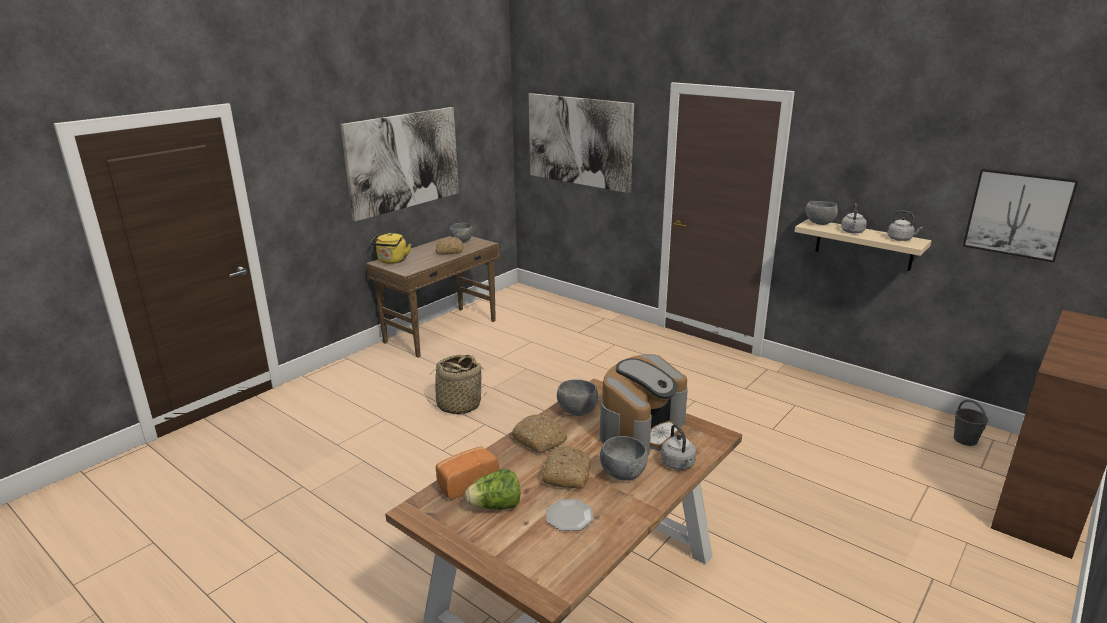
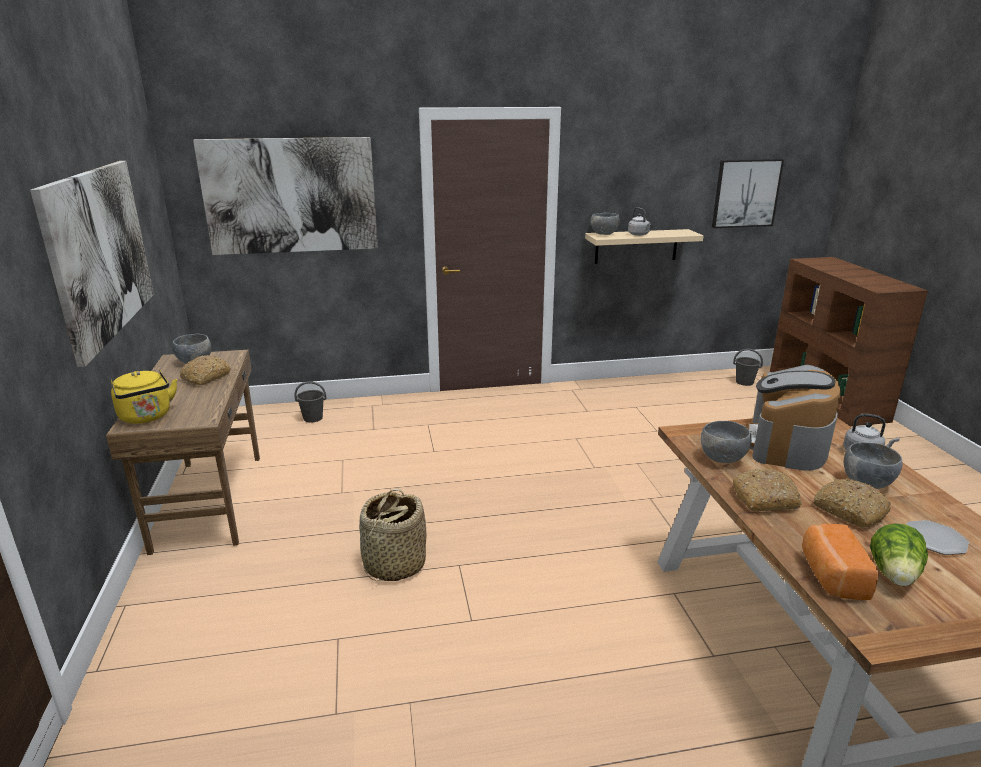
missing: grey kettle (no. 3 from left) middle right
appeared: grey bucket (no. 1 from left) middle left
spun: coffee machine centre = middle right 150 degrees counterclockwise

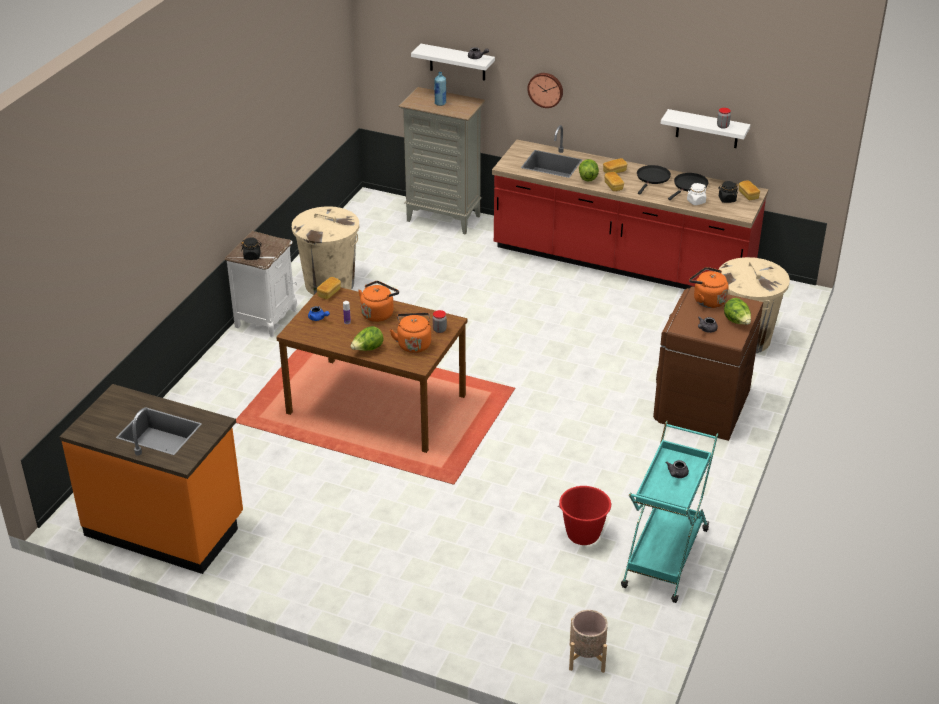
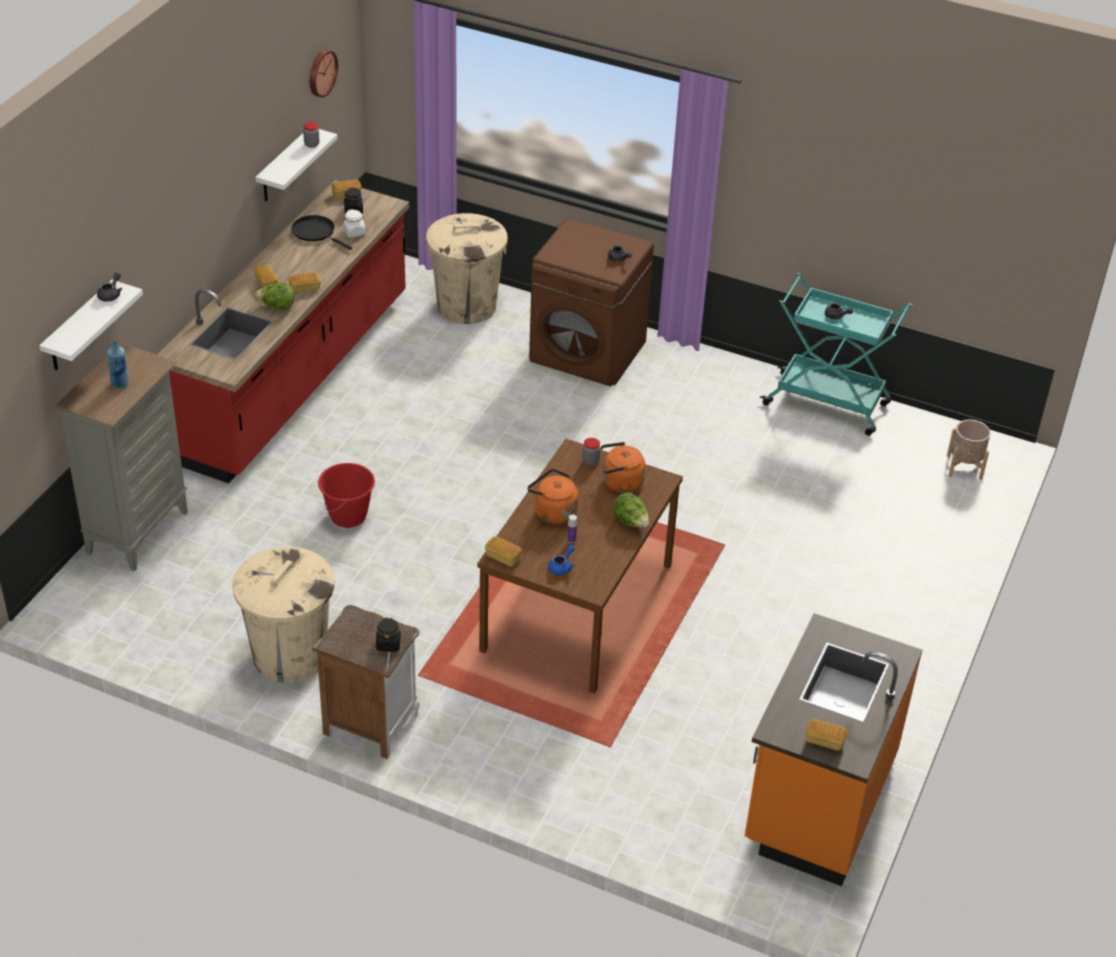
missing: black frying pan (no. 1 from left) top right; orange kettle (no. 3 from left) middle right; lettuce (no. 3 from left) middle right
appeared: bread (no. 5 from left) bottom right
relocated: wall clock top centre to top left; red bucket bottom centre to middle left

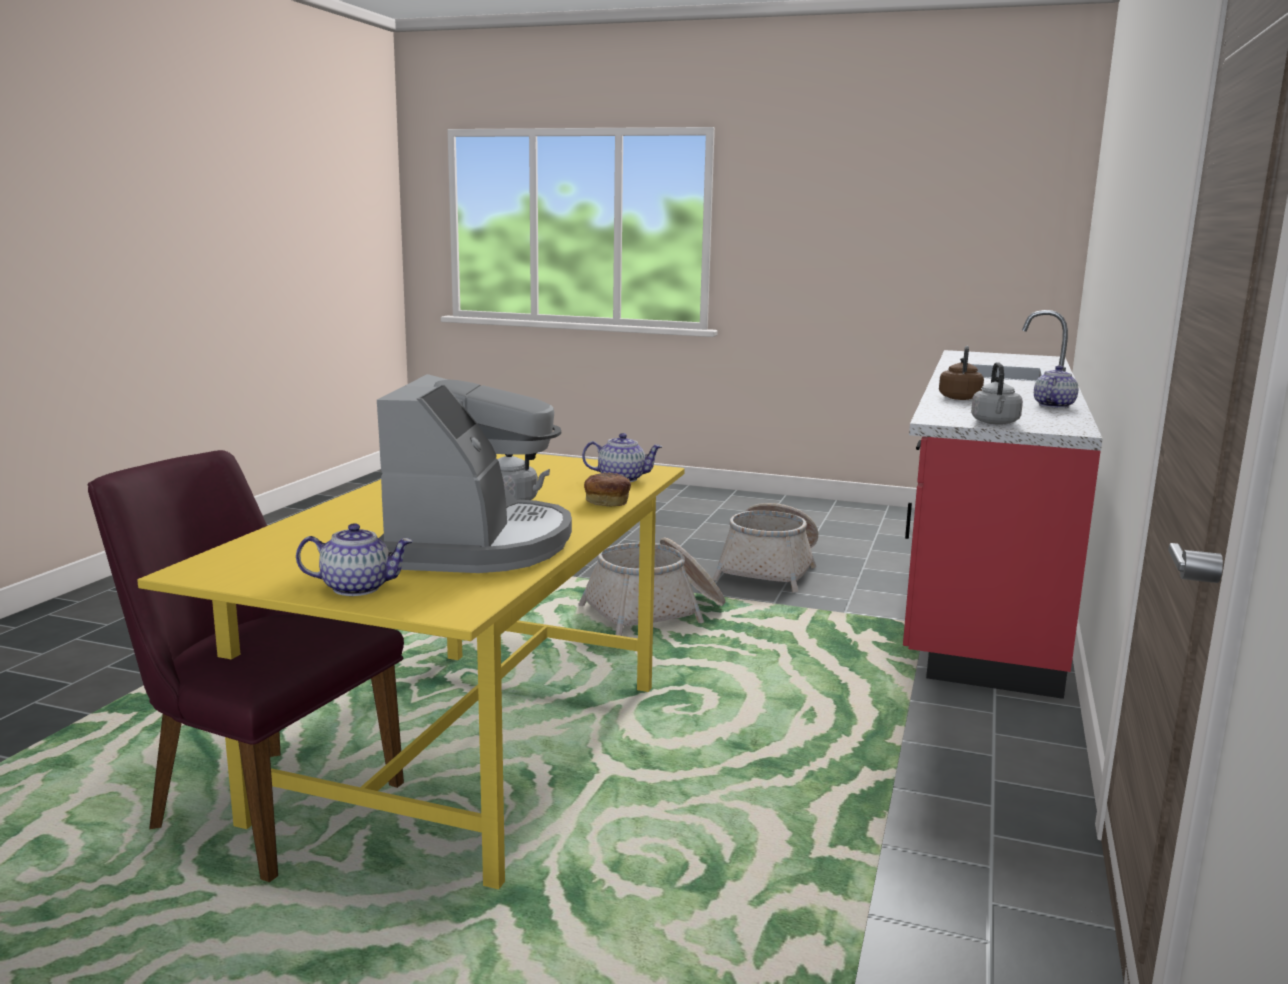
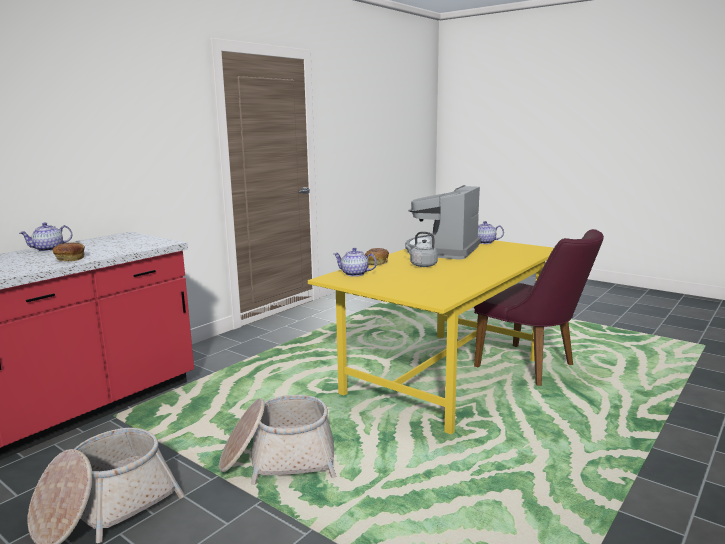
missing: grey kettle (no. 2 from left) middle right
exchanged: brown kettle middle right to bread (no. 1 from left) middle left

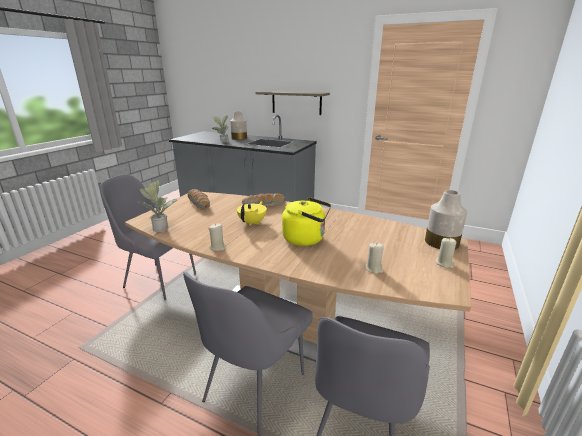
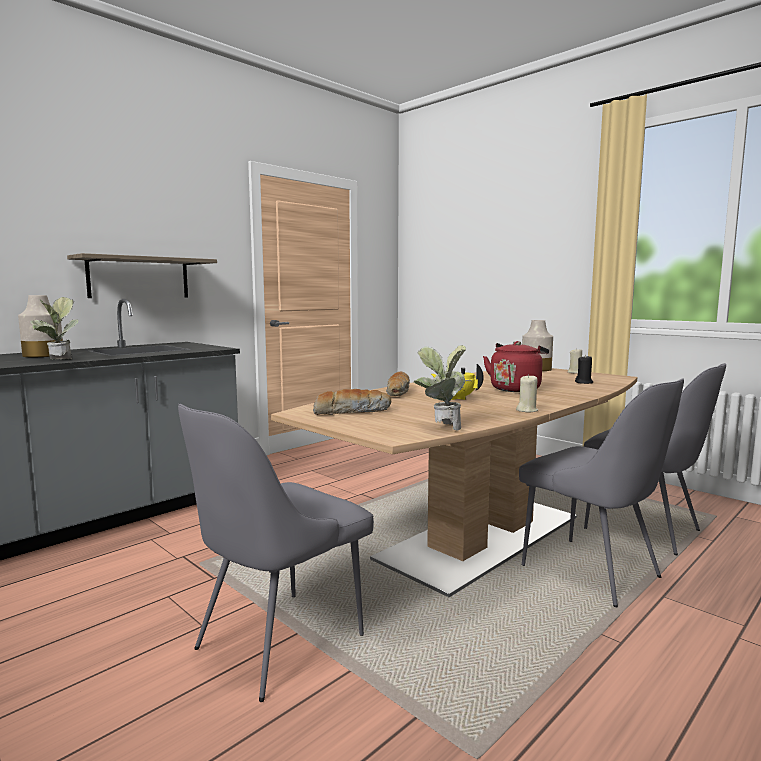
colour: yellow kettle centre to red kettle middle right; beige candle (no. 2 from left) centre to black candle middle right

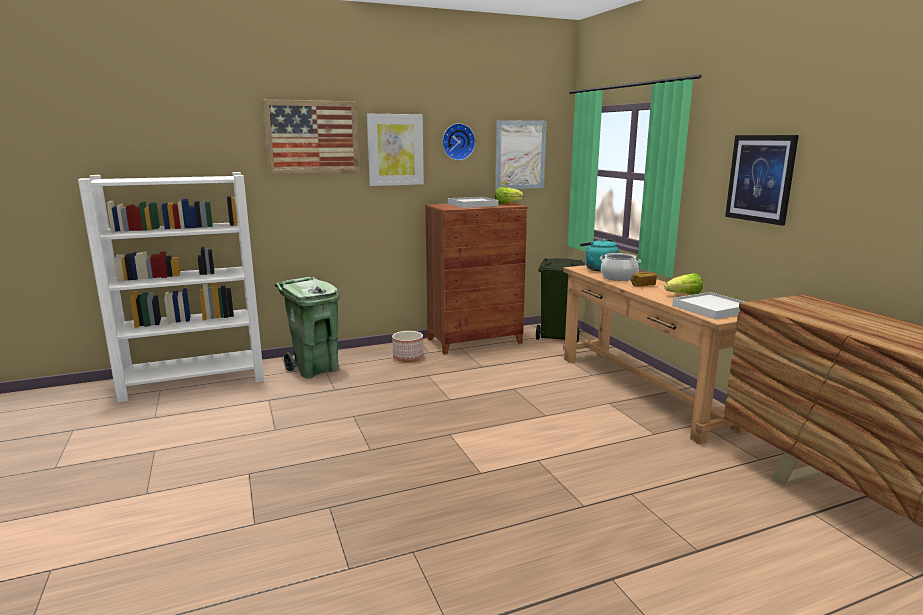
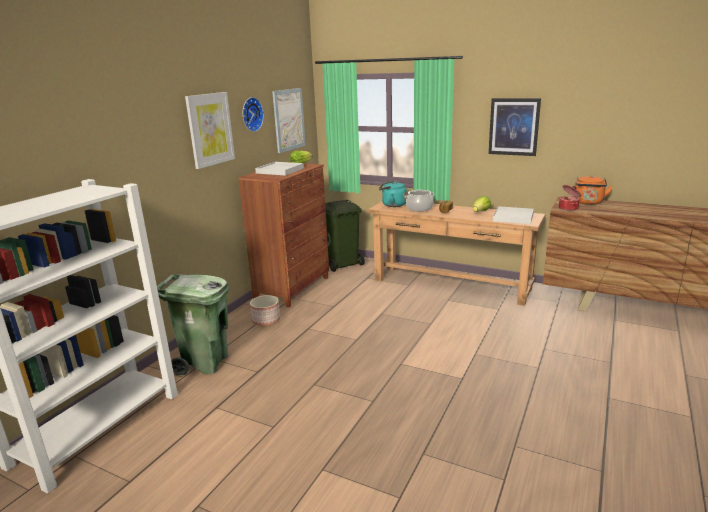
missing: picture (no. 1 from left) top centre
appeared: orange kettle middle right; cooking pot (no. 2 from left) middle right

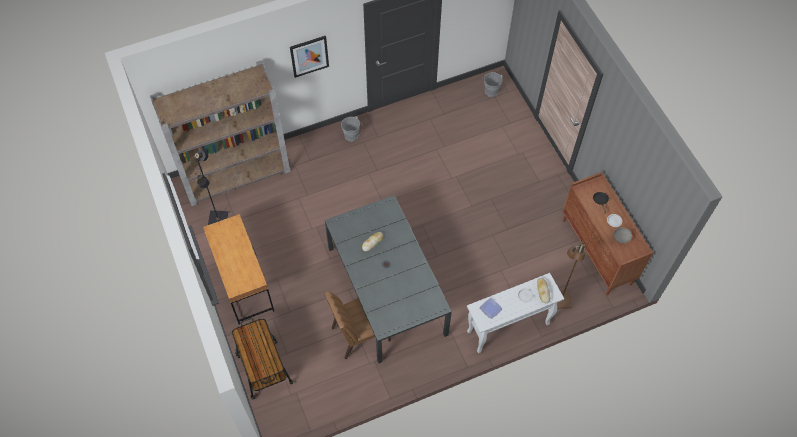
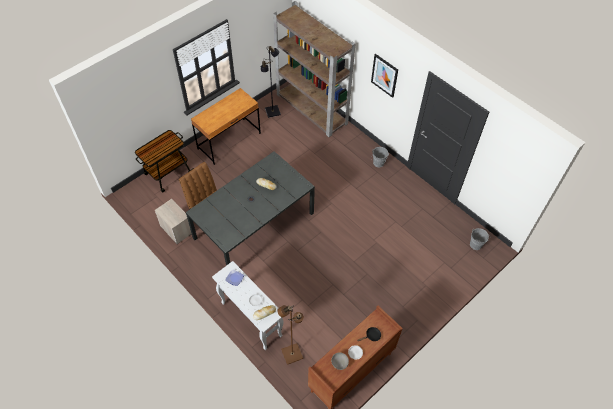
appeared: nightstand middle left

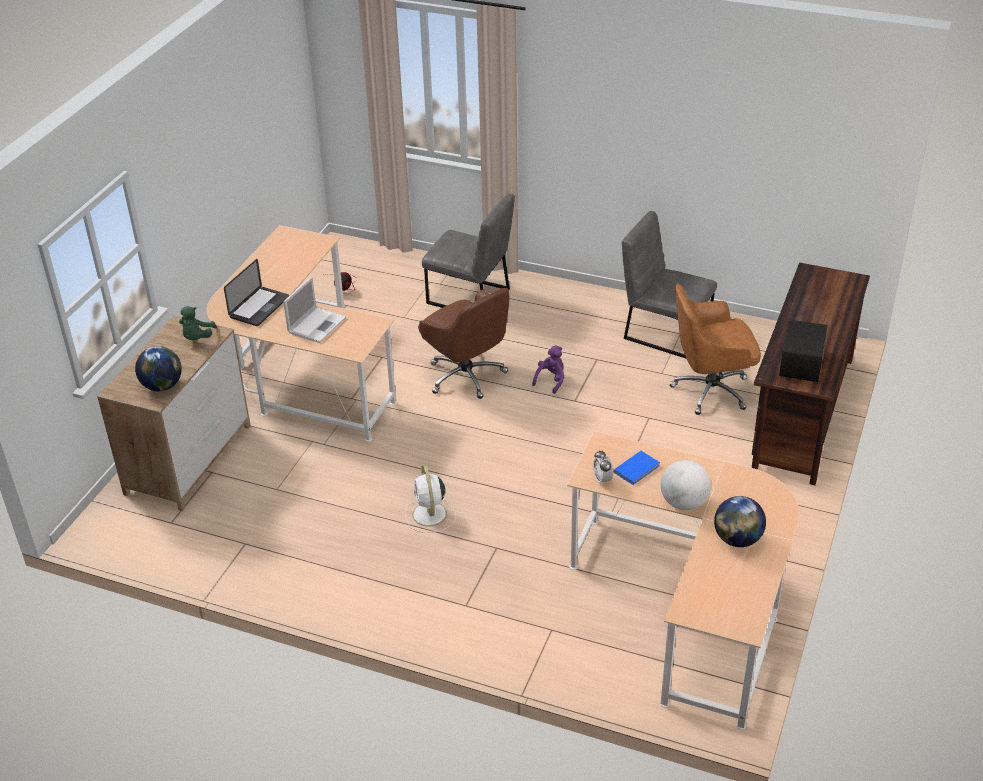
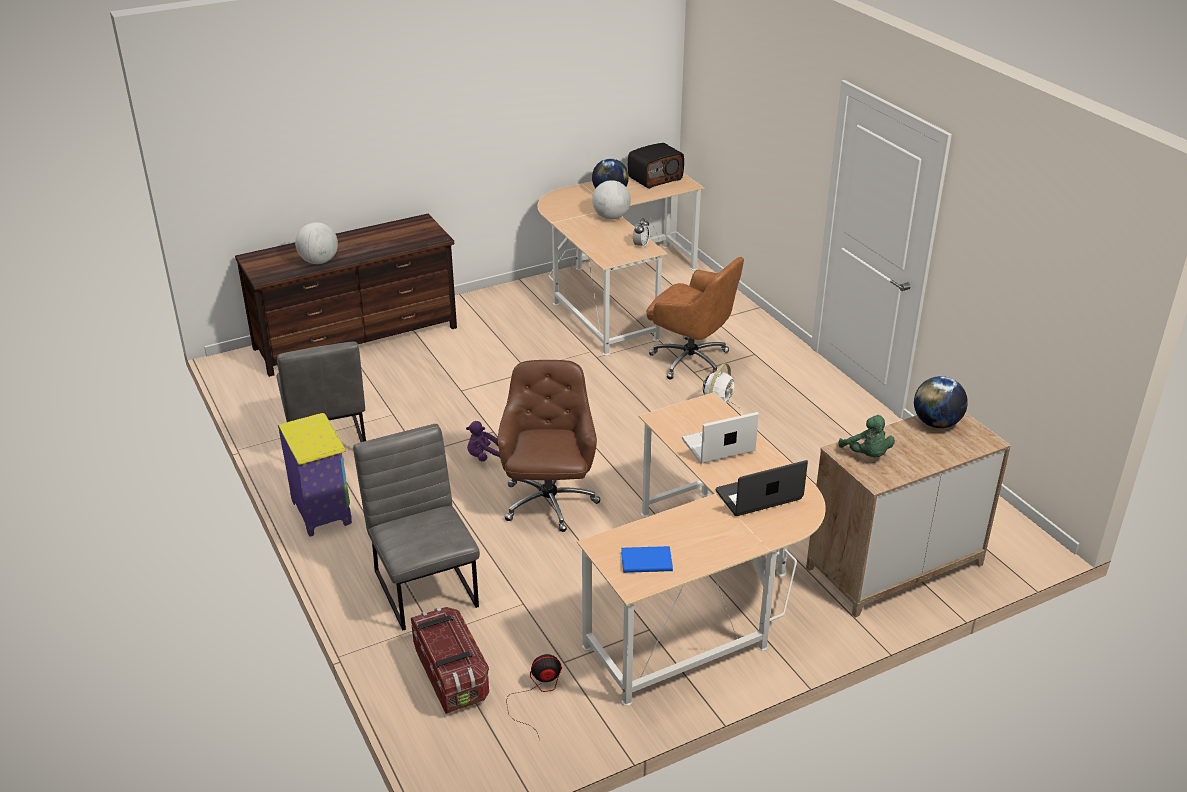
appeared: globe (no. 1 from left) top left; nightstand middle left; storage box bottom centre
relocated: brown office chair (no. 2 from left) middle right to centre; radio middle right to top centre; blue book centre to bottom centre
spun: green plush toy middle left = middle right 105 degrees clockwise

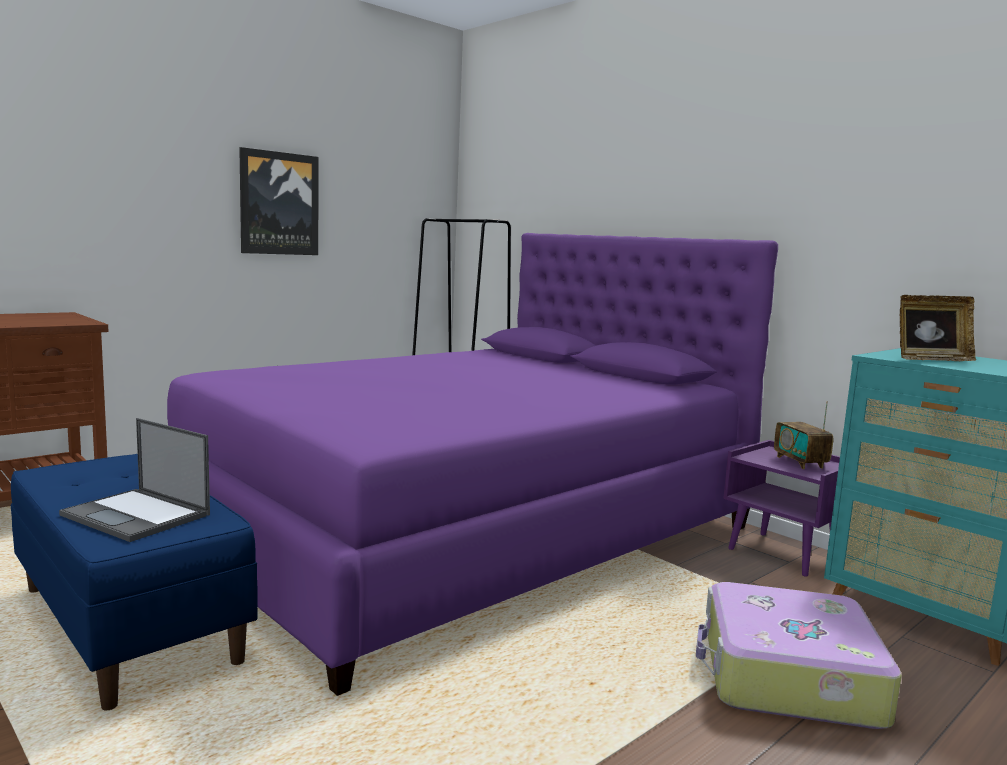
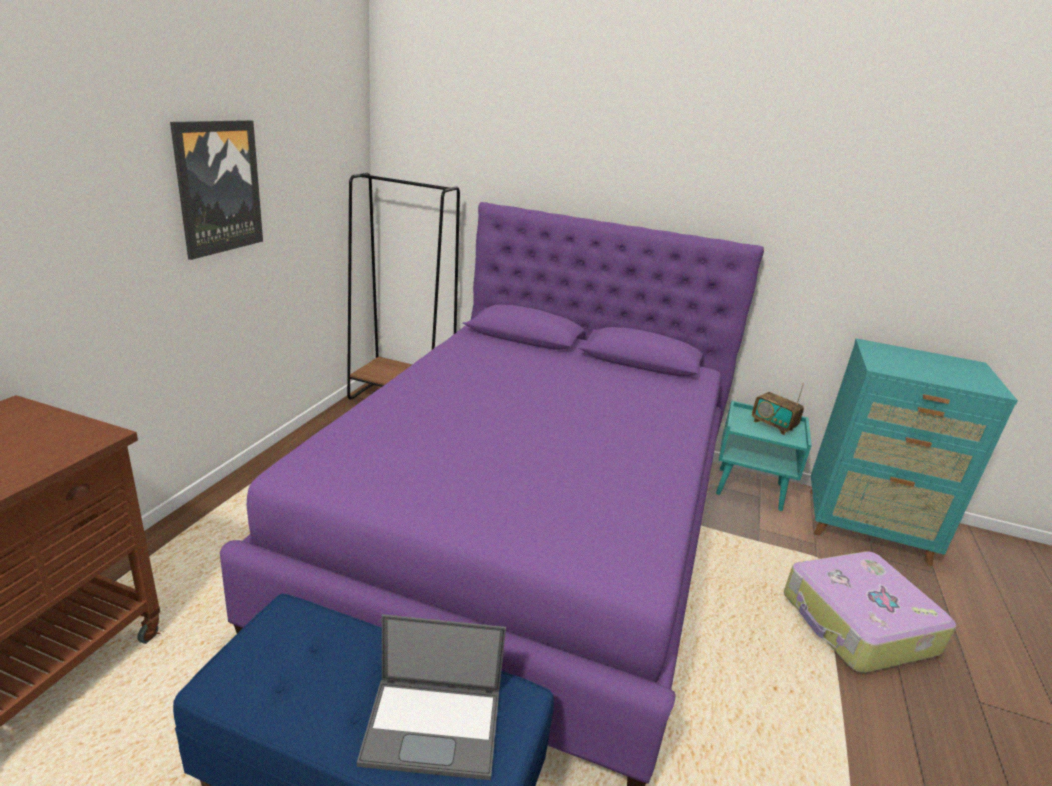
missing: picture frame middle right
colour: purple nightstand middle right to turquoise nightstand middle right

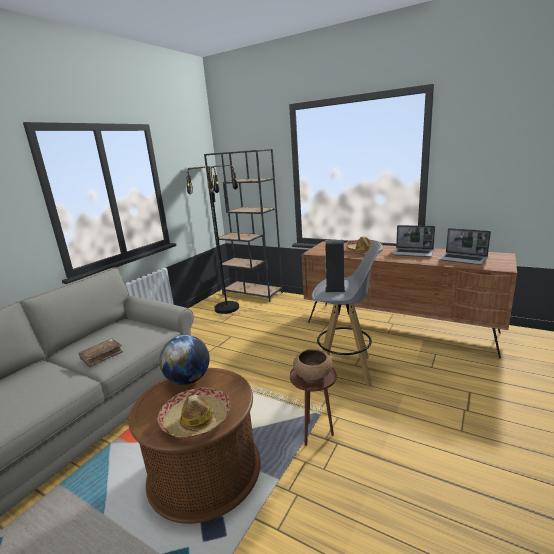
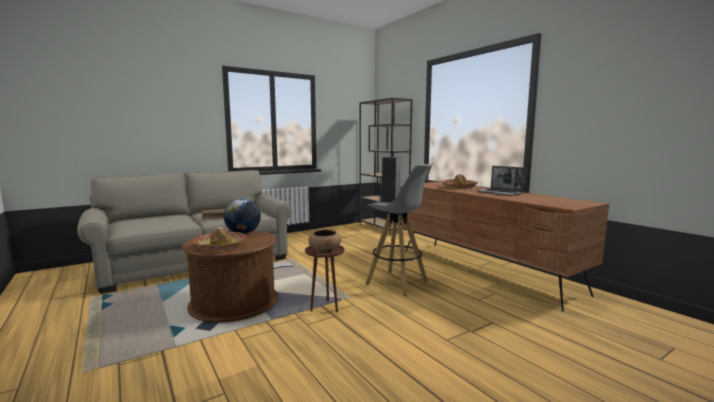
missing: floor lamp centre; laptop (no. 2 from left) middle right

